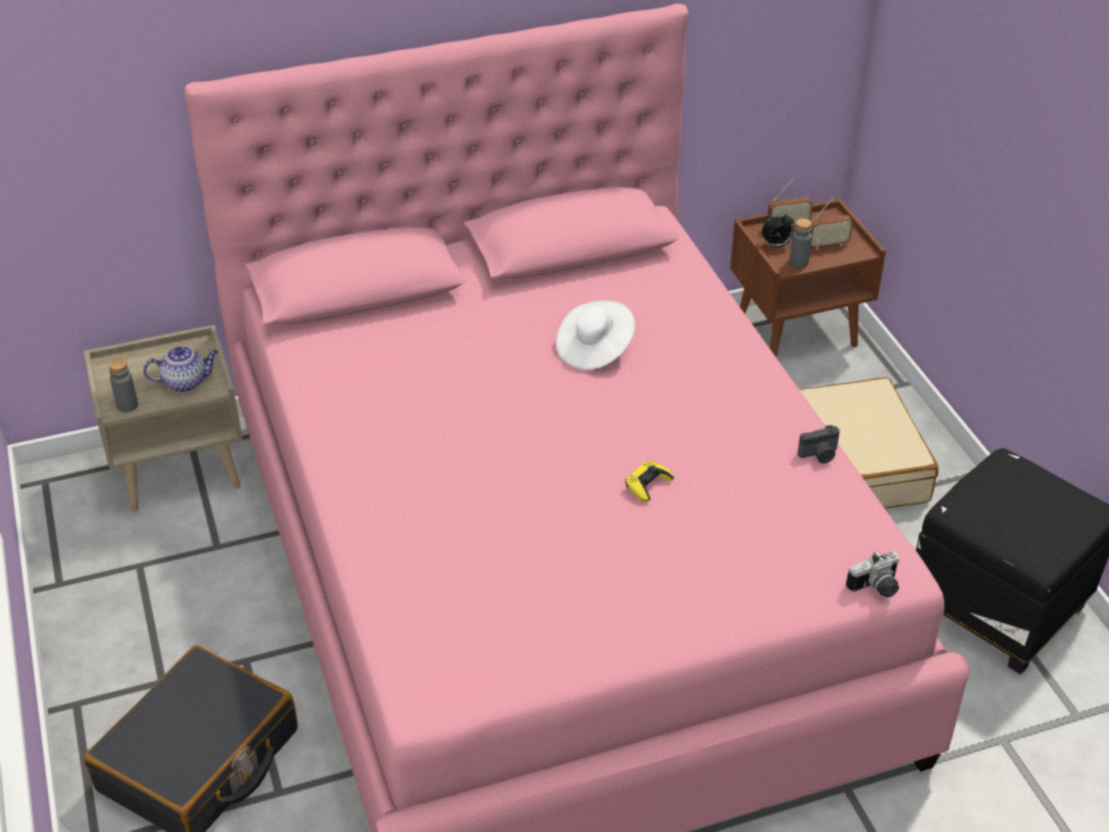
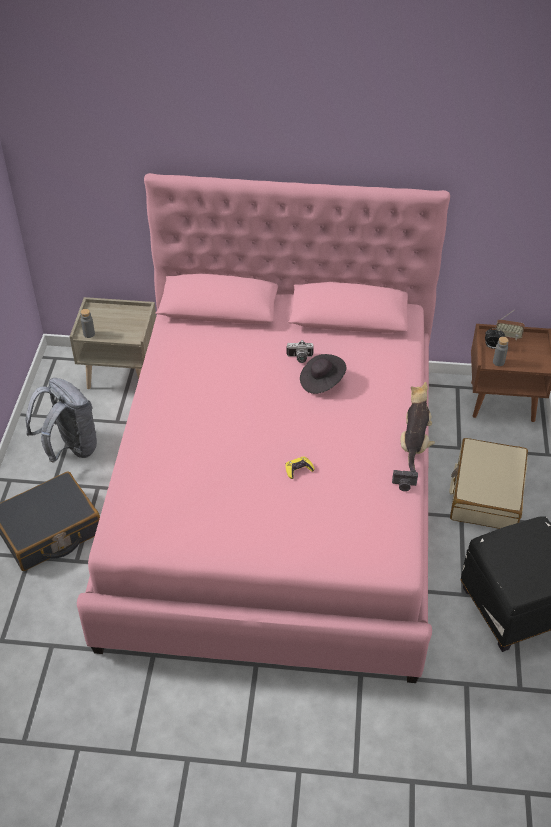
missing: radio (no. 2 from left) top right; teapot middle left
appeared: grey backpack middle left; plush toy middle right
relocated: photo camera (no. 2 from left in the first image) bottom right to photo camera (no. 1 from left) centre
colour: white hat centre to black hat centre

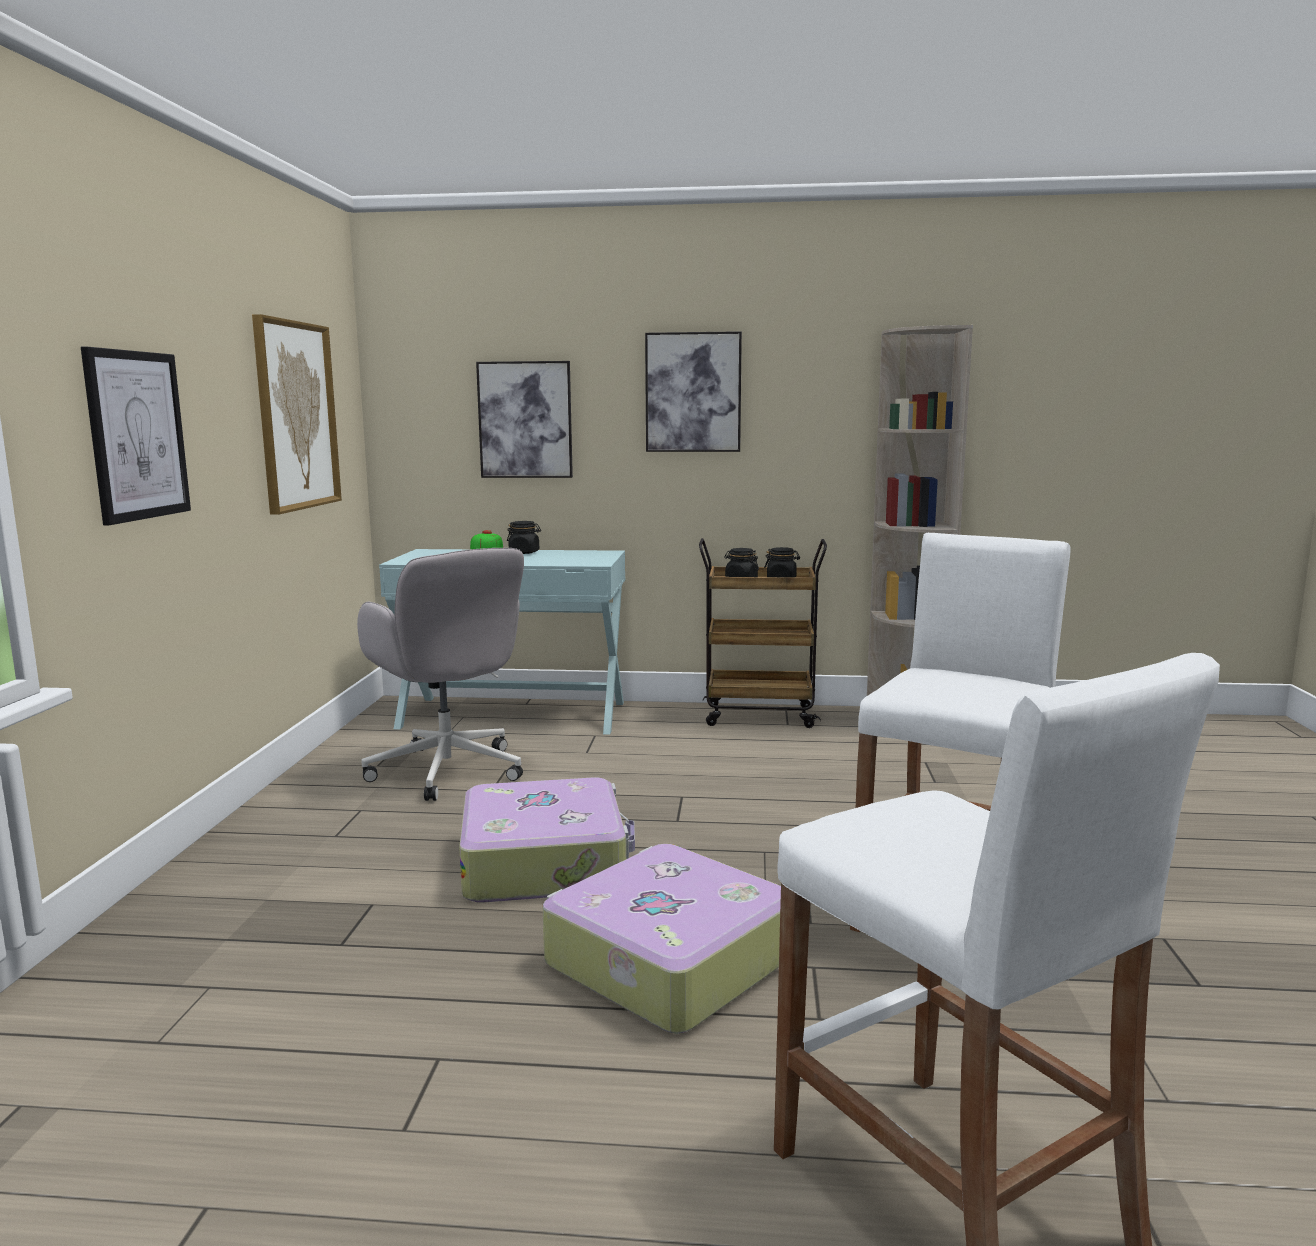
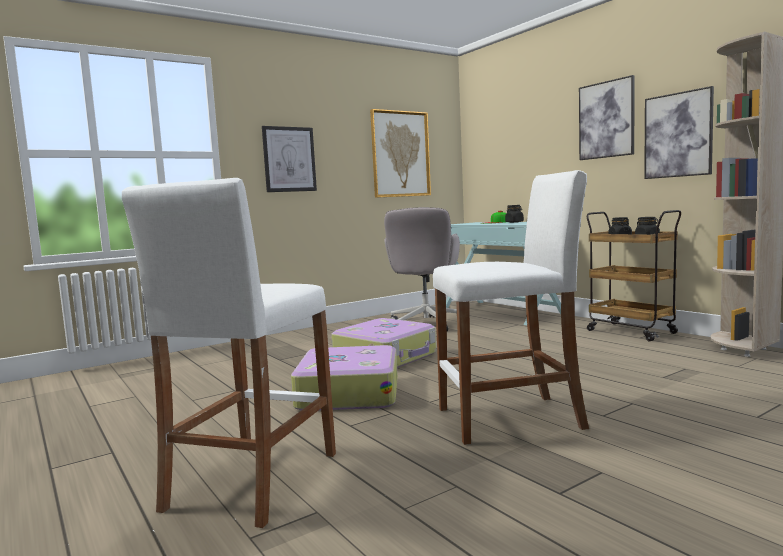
relocated: picture (no. 3 from left in the first image) centre to picture (no. 4 from left) top right

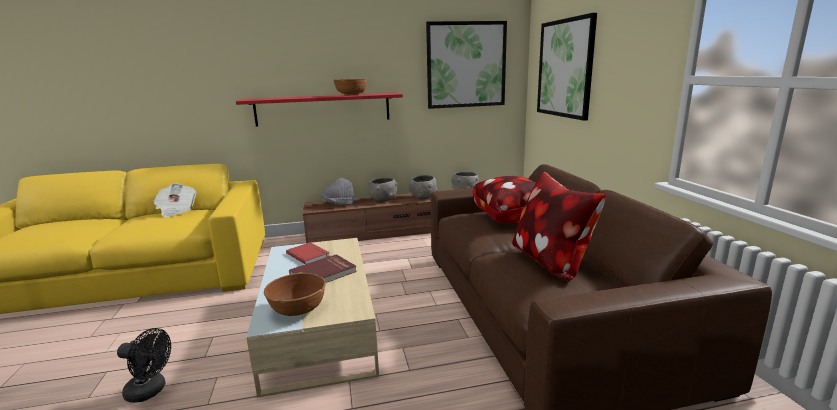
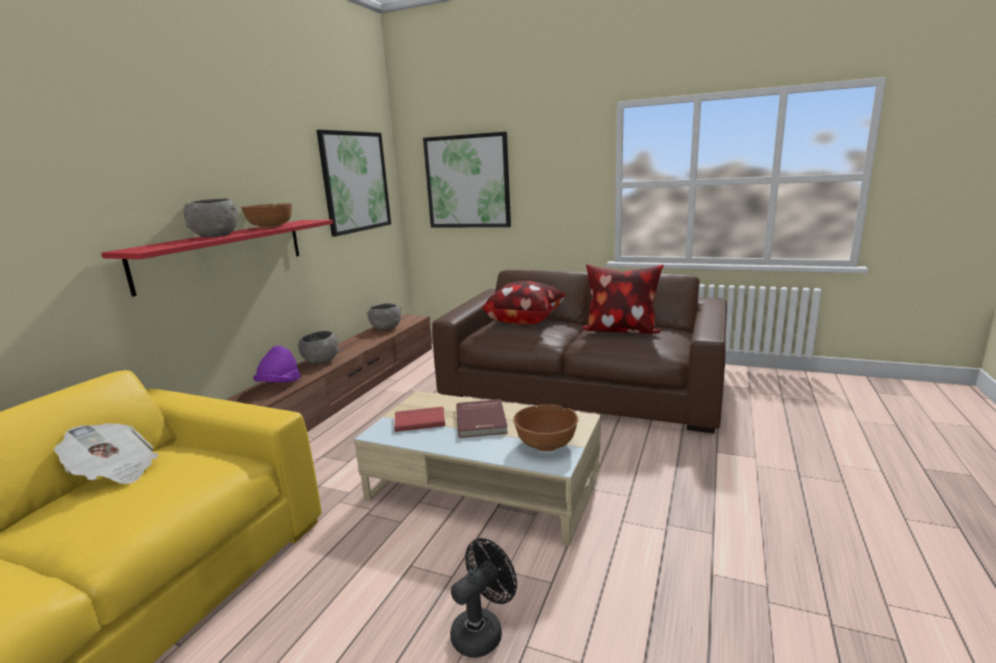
relocated: grey bowl (no. 2 from left in the first image) centre to grey bowl (no. 1 from left) top left
colour: grey hat centre to purple hat middle left

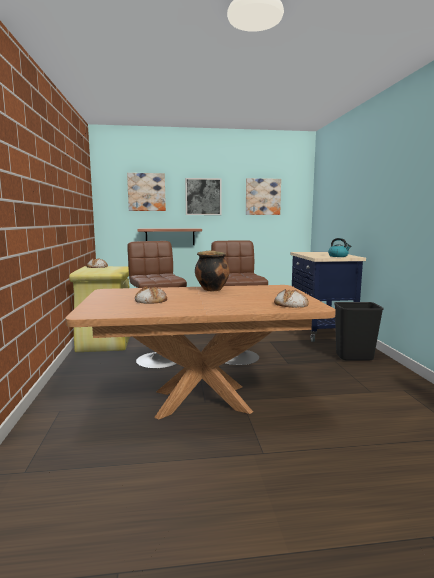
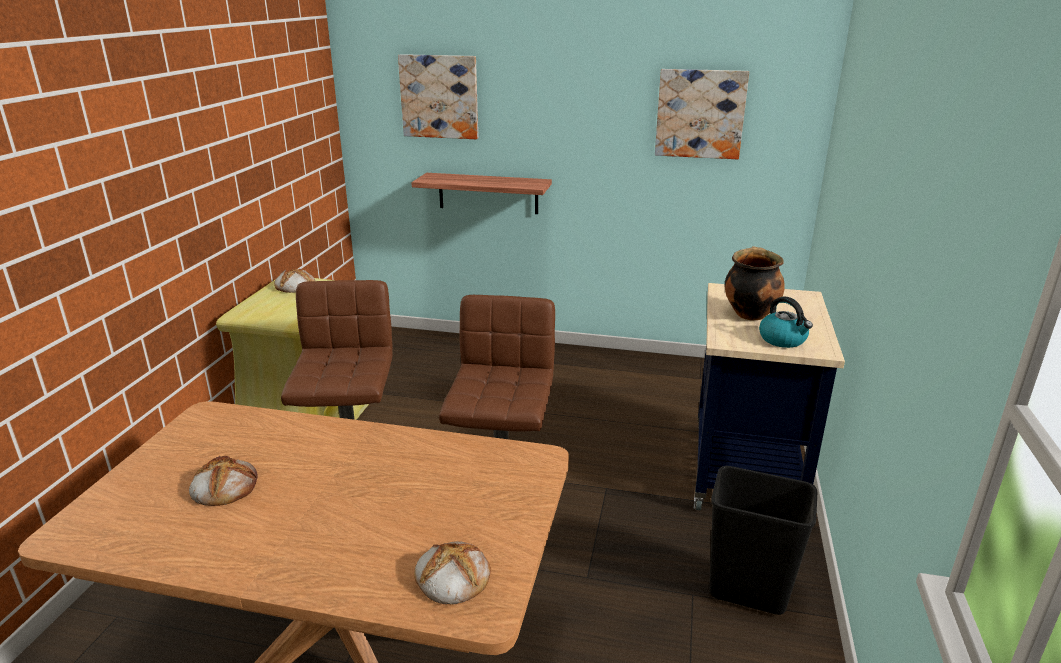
missing: picture (no. 2 from left) centre
relocated: cooking pot centre to middle right

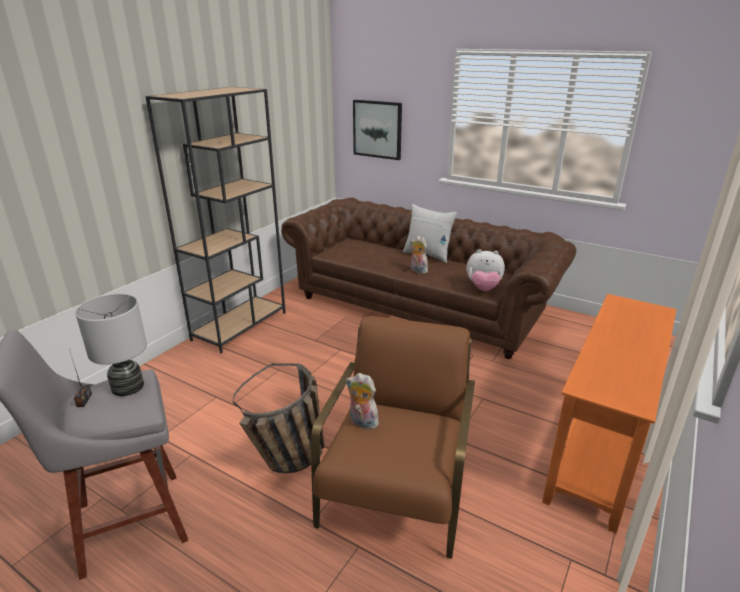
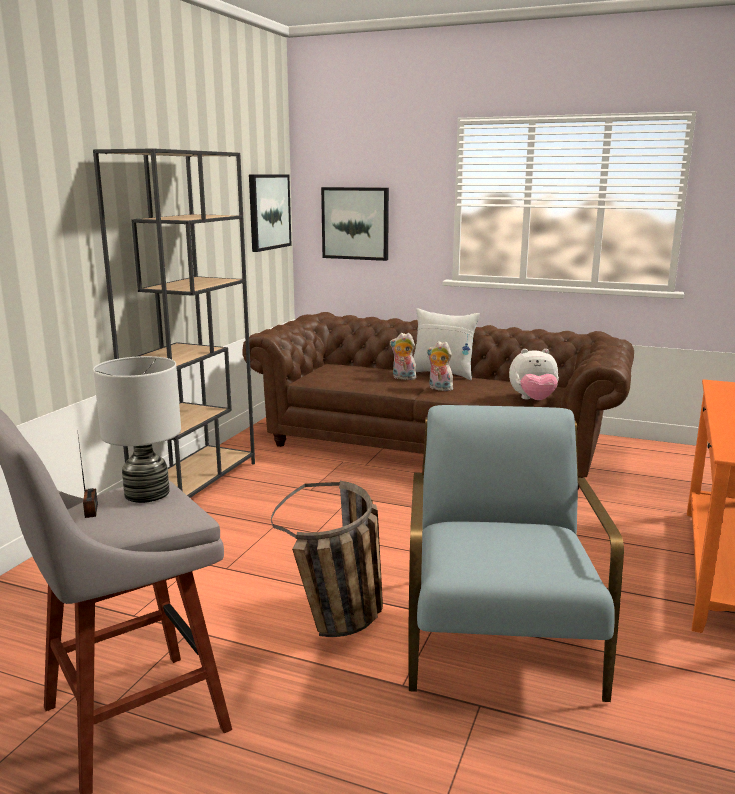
appeared: picture (no. 1 from left) top centre
relocated: plush toy (no. 1 from left) bottom centre to centre
colour: brown armchair bottom centre to blue armchair bottom right

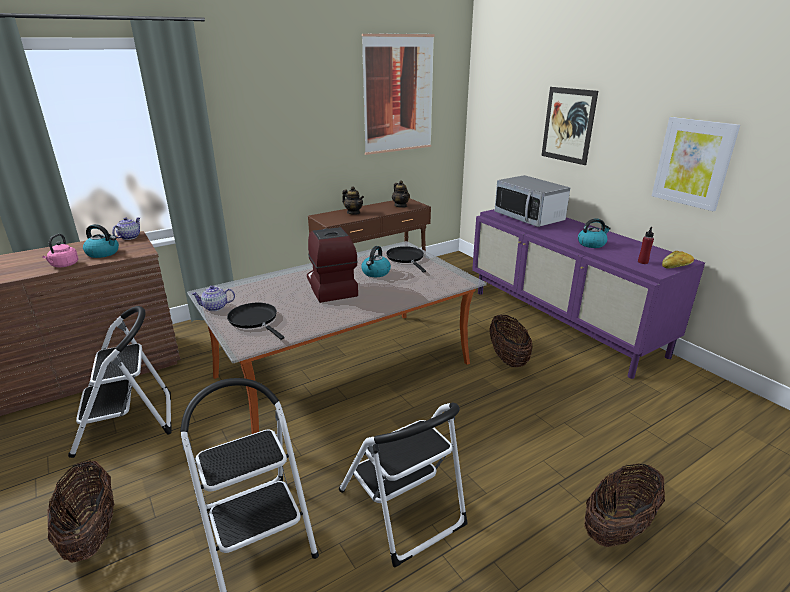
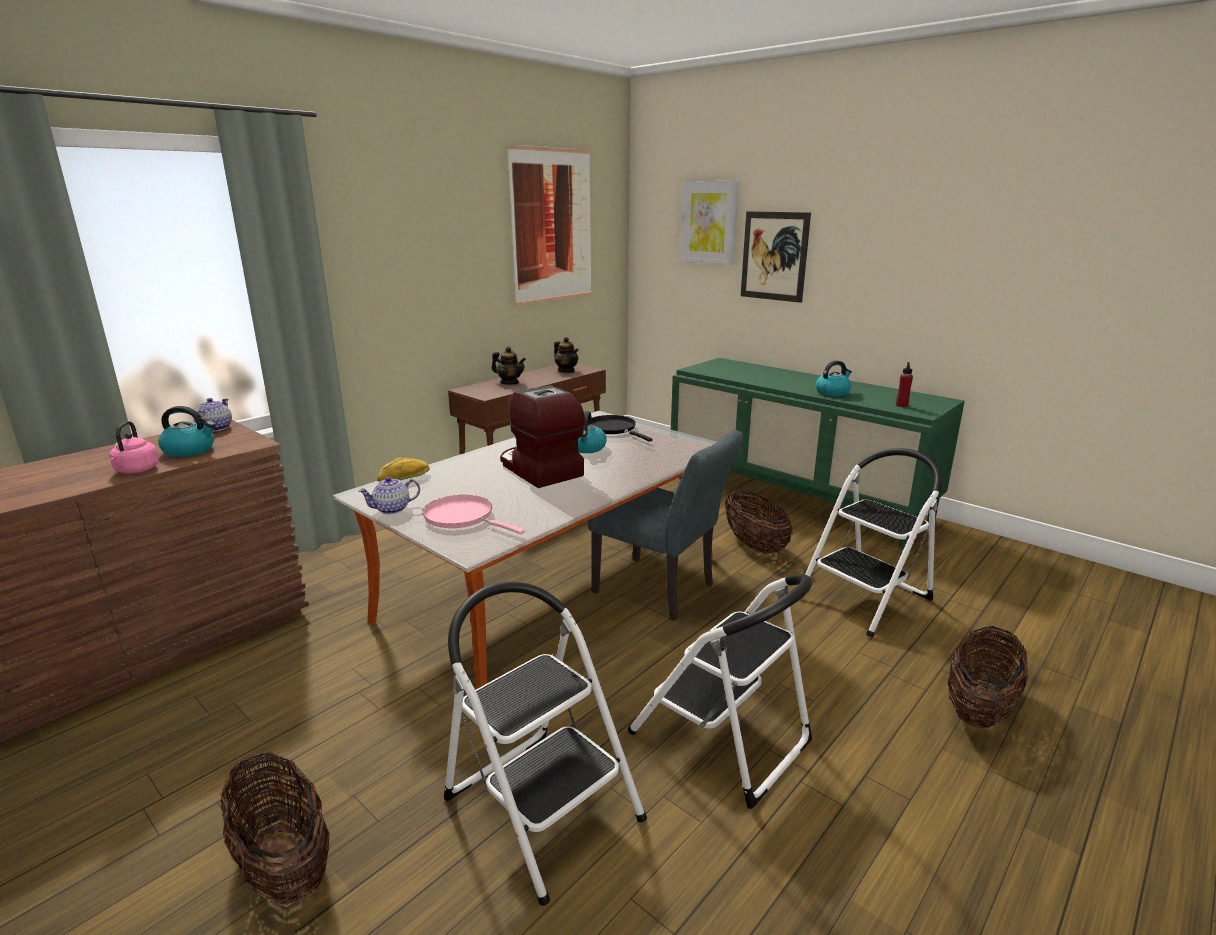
missing: microwave middle right
appeared: grey chair centre
relocated: picture (no. 3 from left in the first image) top right to picture (no. 2 from left) top centre; bread middle right to middle left; step ladder (no. 1 from left in the first image) middle left to step ladder (no. 3 from left) middle right
colour: purple cabinet middle right to green cabinet middle right; black frying pan (no. 1 from left) middle left to pink frying pan centre

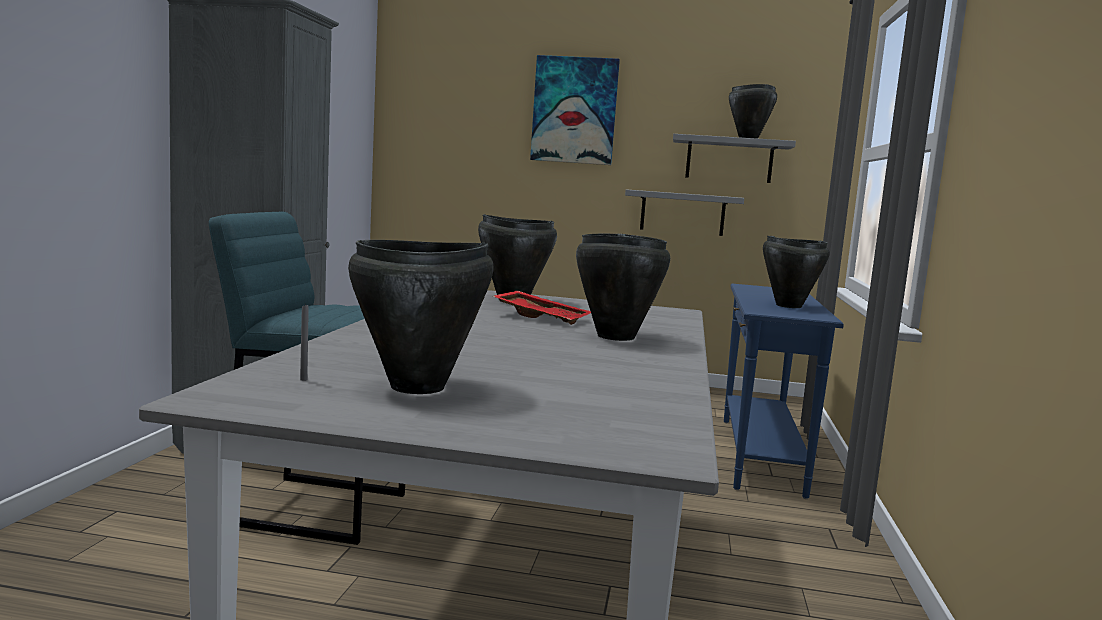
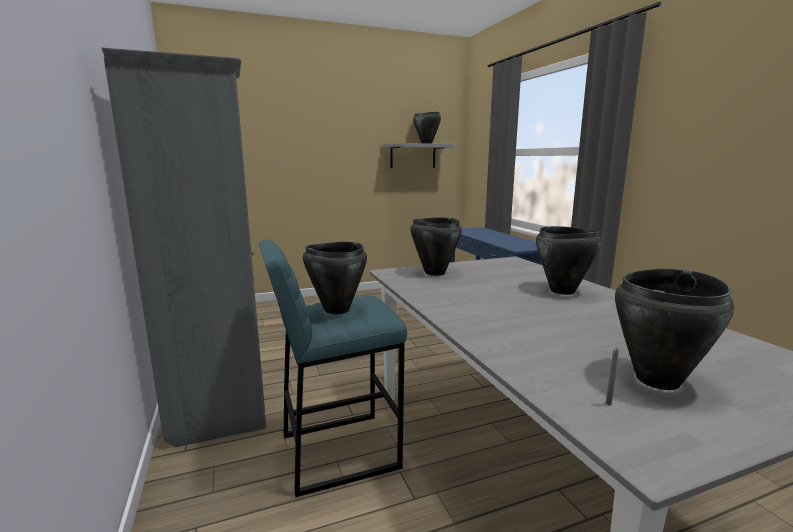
missing: picture top centre; grey shelf (no. 1 from left) centre; red tray centre
relocated: black cooking pot (no. 5 from left in the first image) middle right to black cooking pot (no. 1 from left) centre

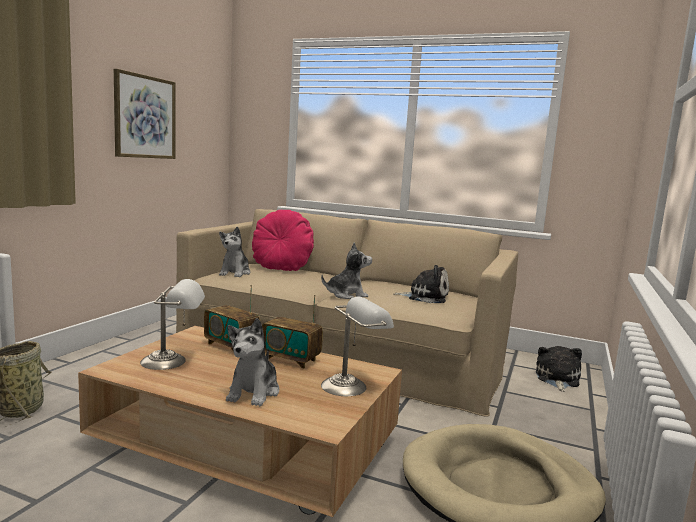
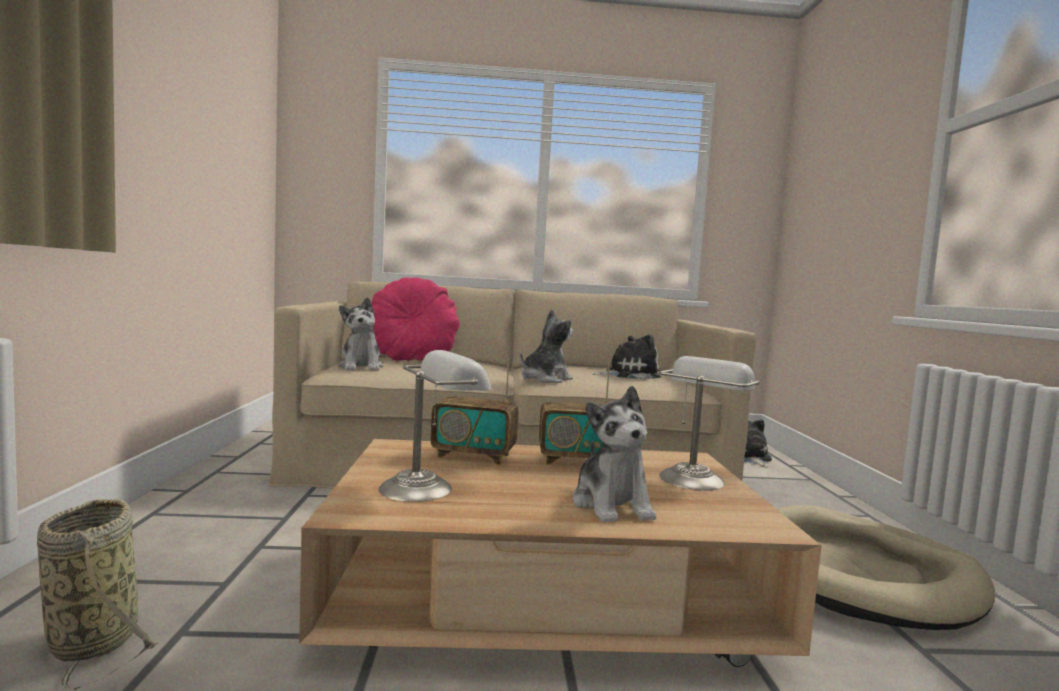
missing: picture top left

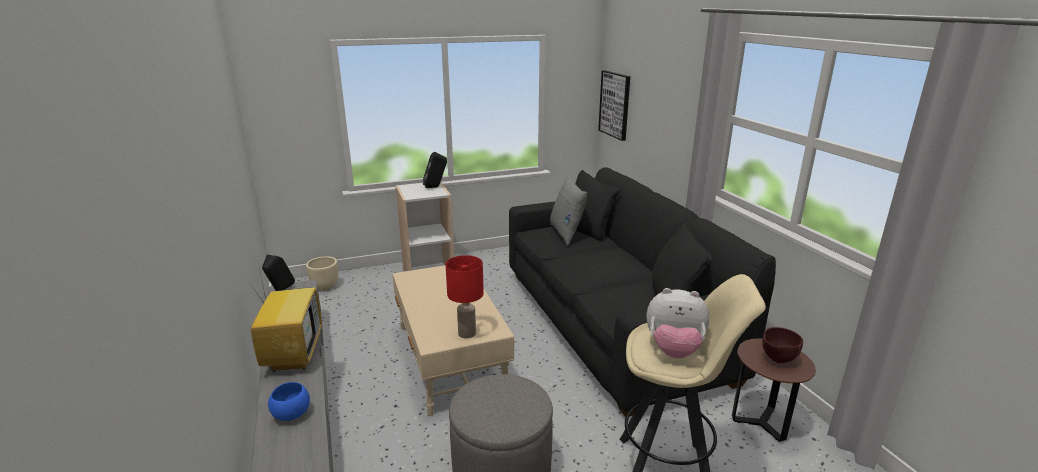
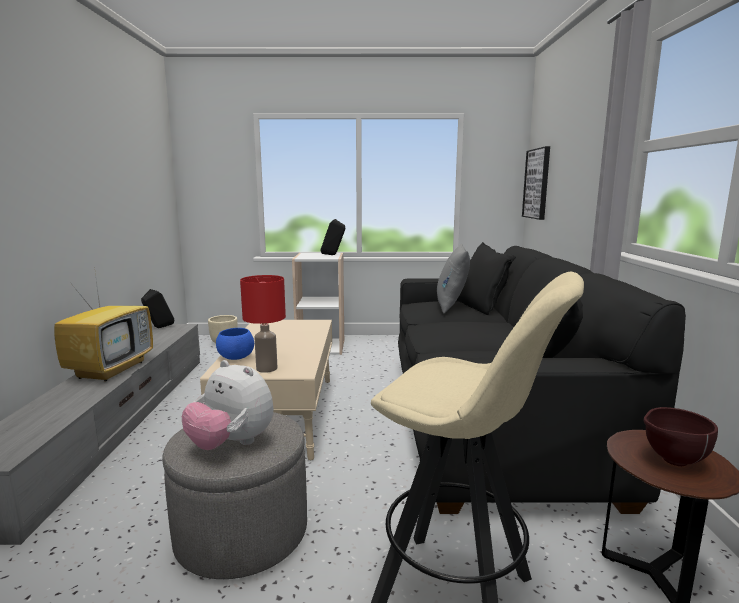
relocated: plush toy bottom centre to bottom left; blue bowl bottom left to middle left

